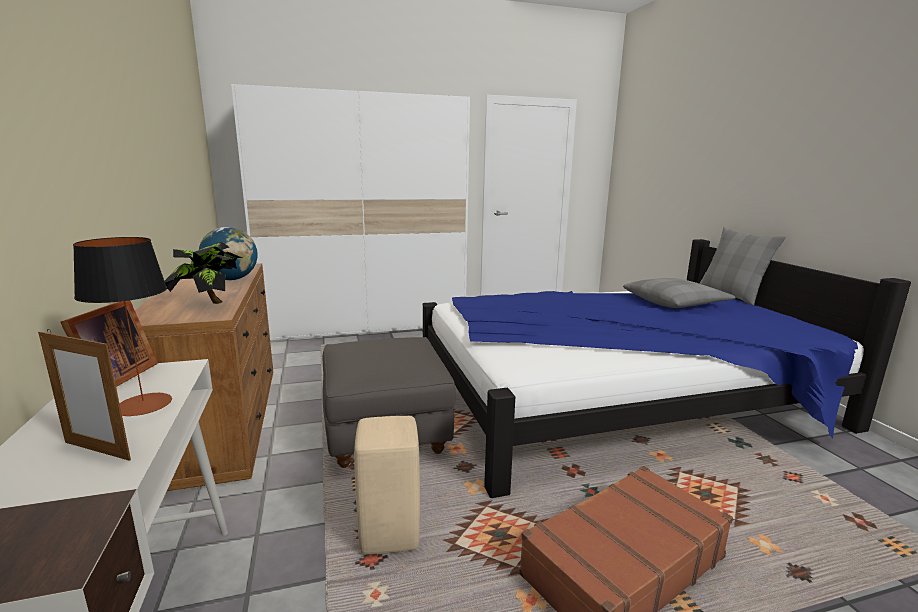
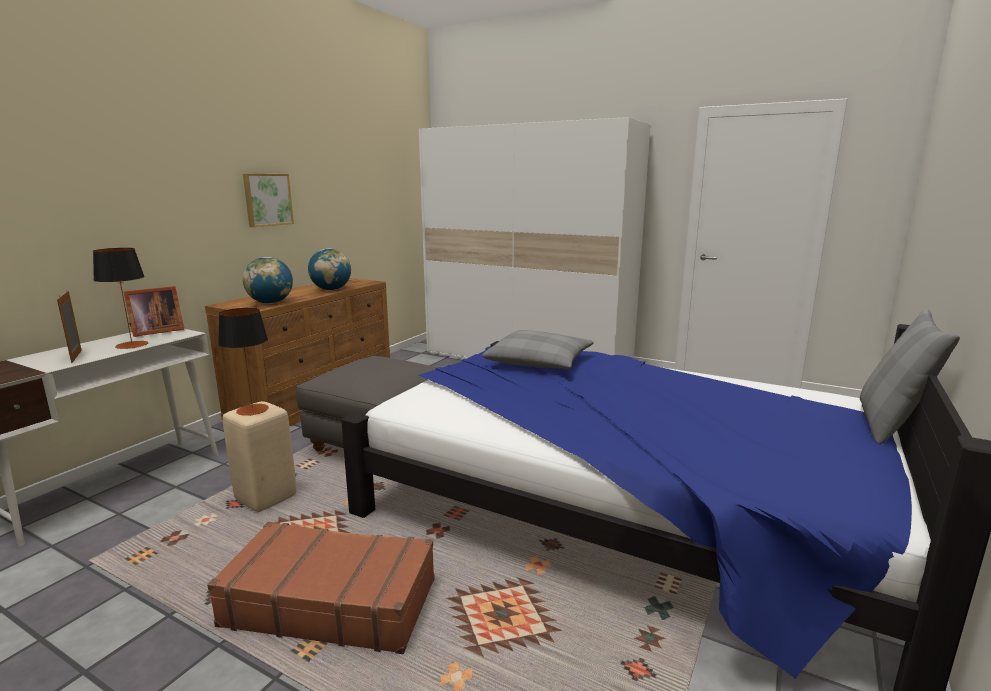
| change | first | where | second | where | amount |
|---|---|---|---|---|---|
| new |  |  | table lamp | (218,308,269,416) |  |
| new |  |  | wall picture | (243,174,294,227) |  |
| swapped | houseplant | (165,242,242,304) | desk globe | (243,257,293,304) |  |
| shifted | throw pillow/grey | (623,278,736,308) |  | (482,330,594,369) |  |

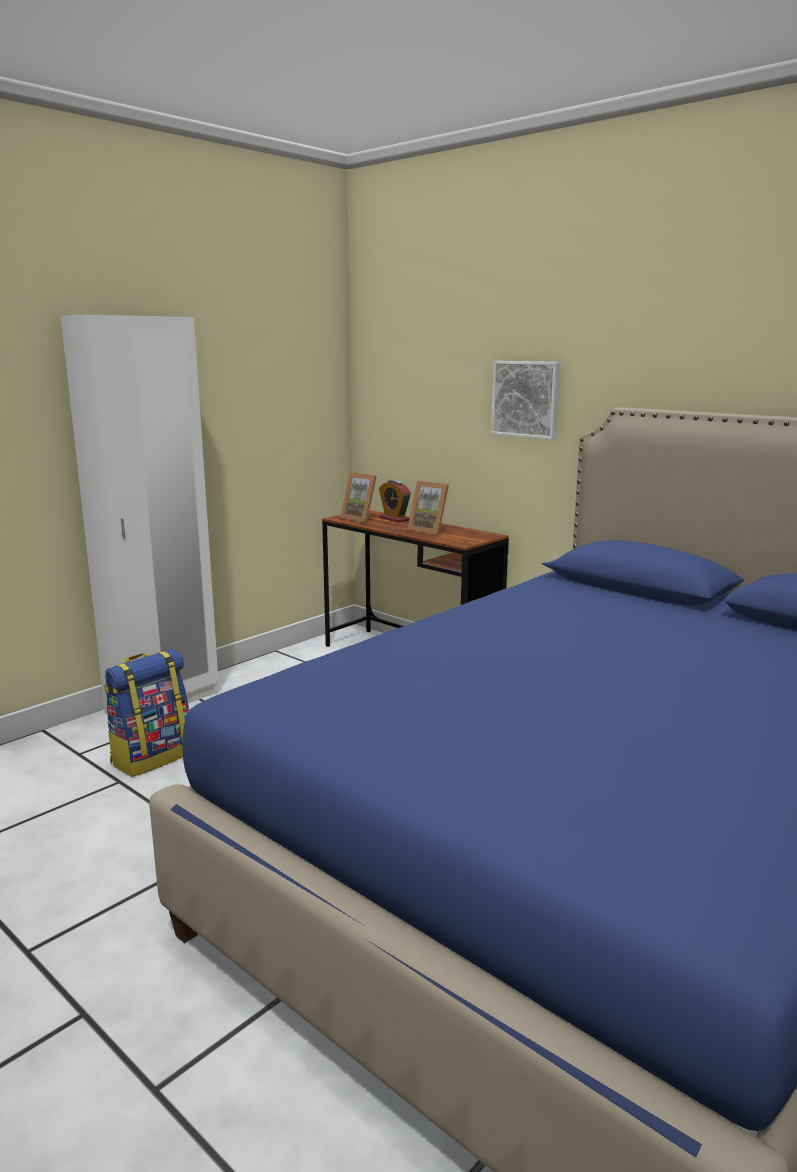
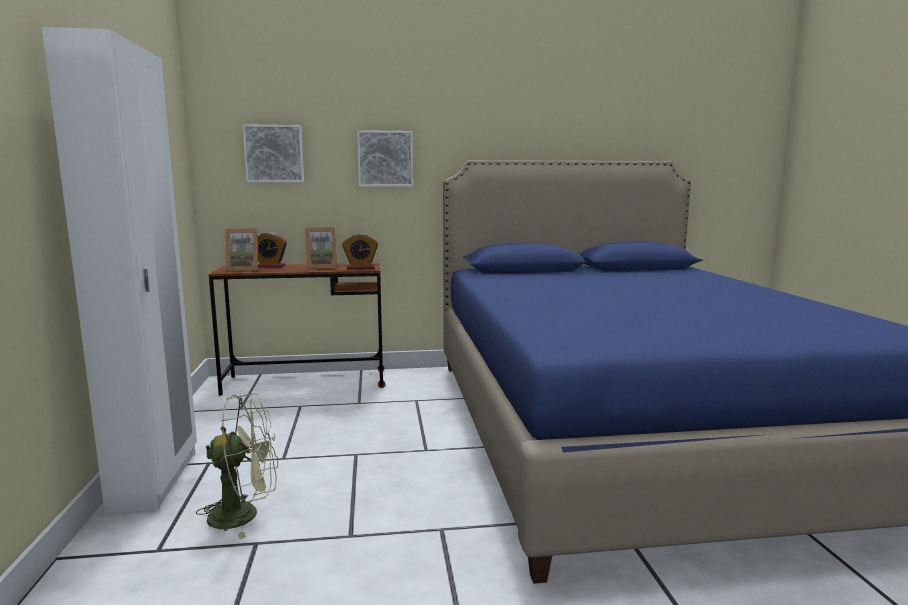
| change | first | where | second | where | amount |
|---|---|---|---|---|---|
| swapped | knapsack | (104,649,189,777) | cooling fan/green | (196,393,278,539) |  |
| new |  |  | wall picture | (243,124,304,182) |  |
| new |  |  | table clock | (342,233,378,269) |  |

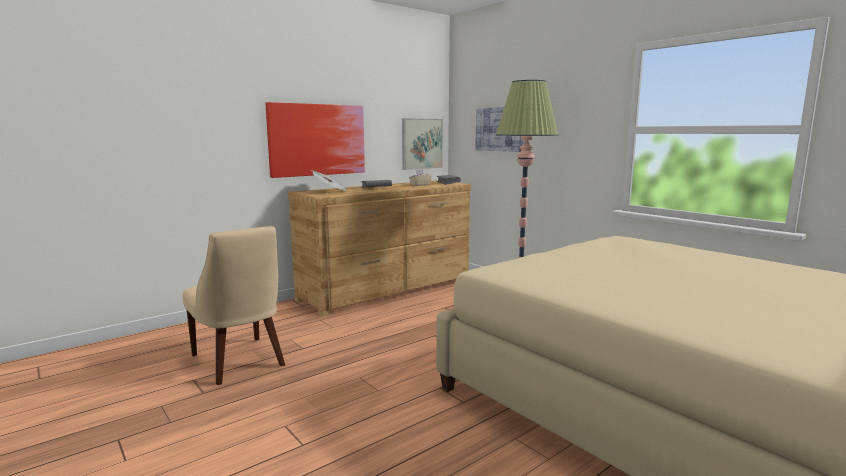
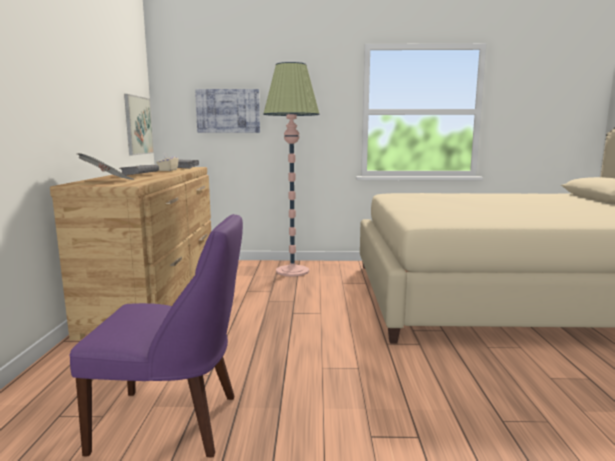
| change | first | where | second | where | amount |
|---|---|---|---|---|---|
| repainted | plain chair/beige | (183,226,285,385) | plain chair/purplish | (70,214,243,457) |  |
| gone | wall picture | (265,102,365,178) |  |  |  |

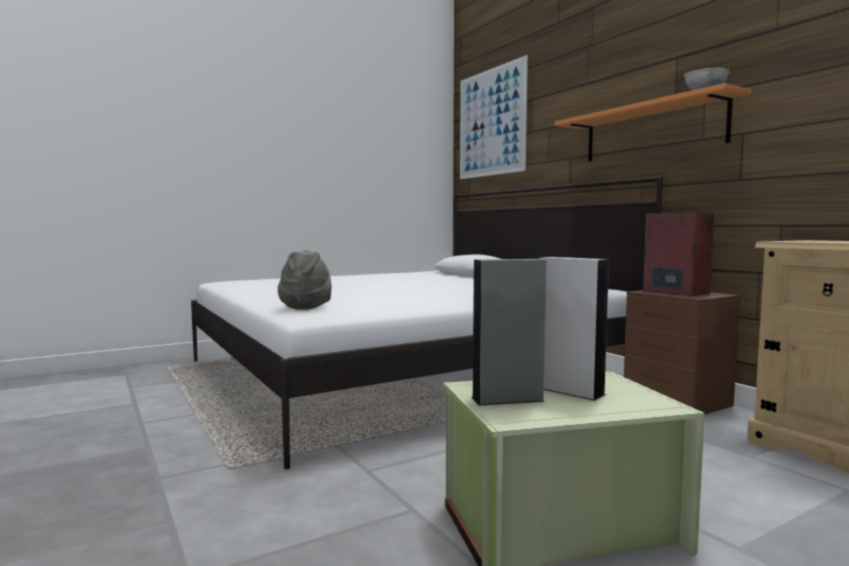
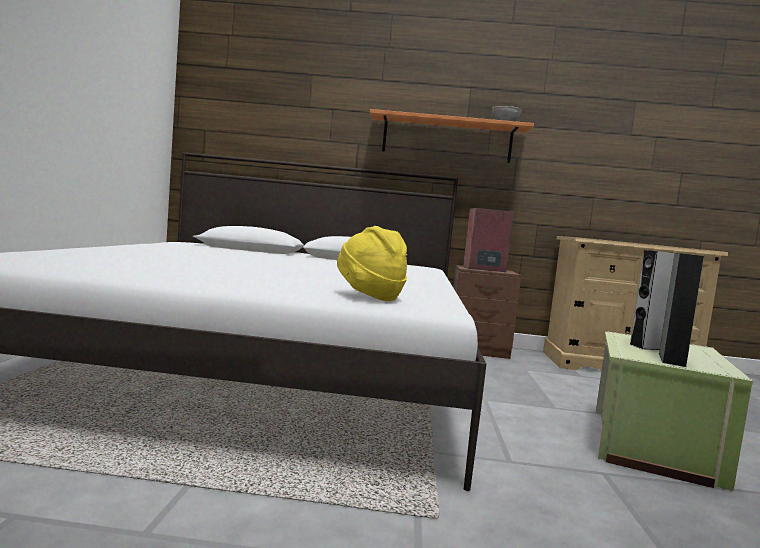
| change | first | where | second | where | amount |
|---|---|---|---|---|---|
| repainted | clothing hat/grey | (278,250,332,310) | clothing hat/yellow-coloured | (337,226,407,301) |  |
| gone | wall picture | (460,55,528,179) |  |  |  |

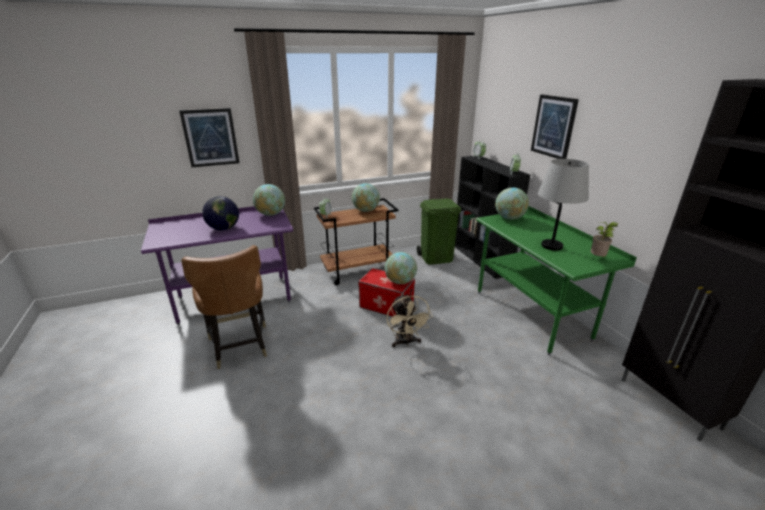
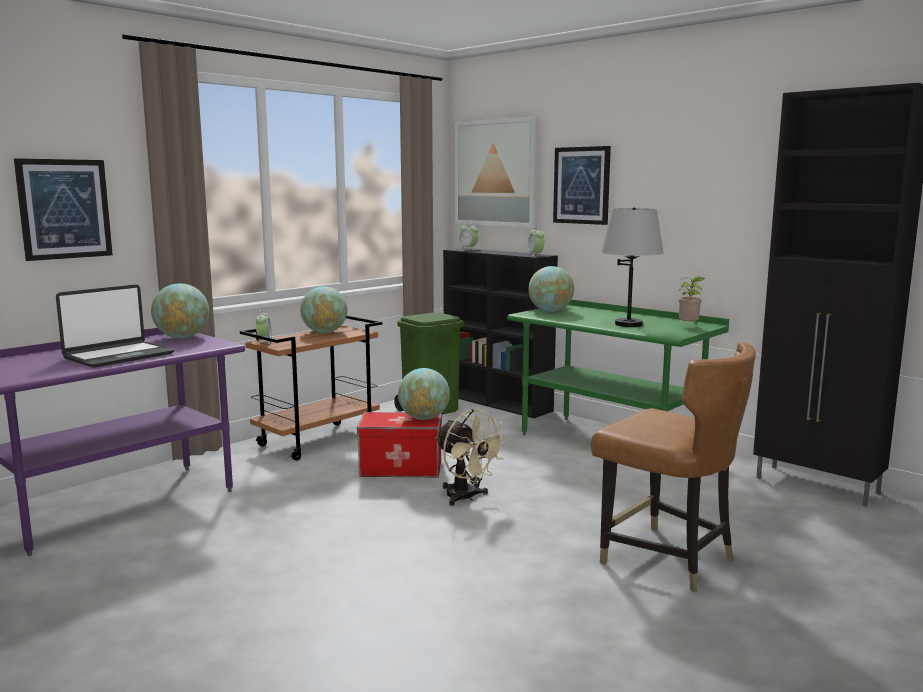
| change | first | where | second | where | amount |
|---|---|---|---|---|---|
| swapped | desk globe | (202,196,239,230) | portable computer | (56,284,174,368) |  |
| new |  |  | wall picture | (455,117,538,228) |  |
| shifted | plain chair/brownish | (181,245,267,369) |  | (591,342,756,592) |  |

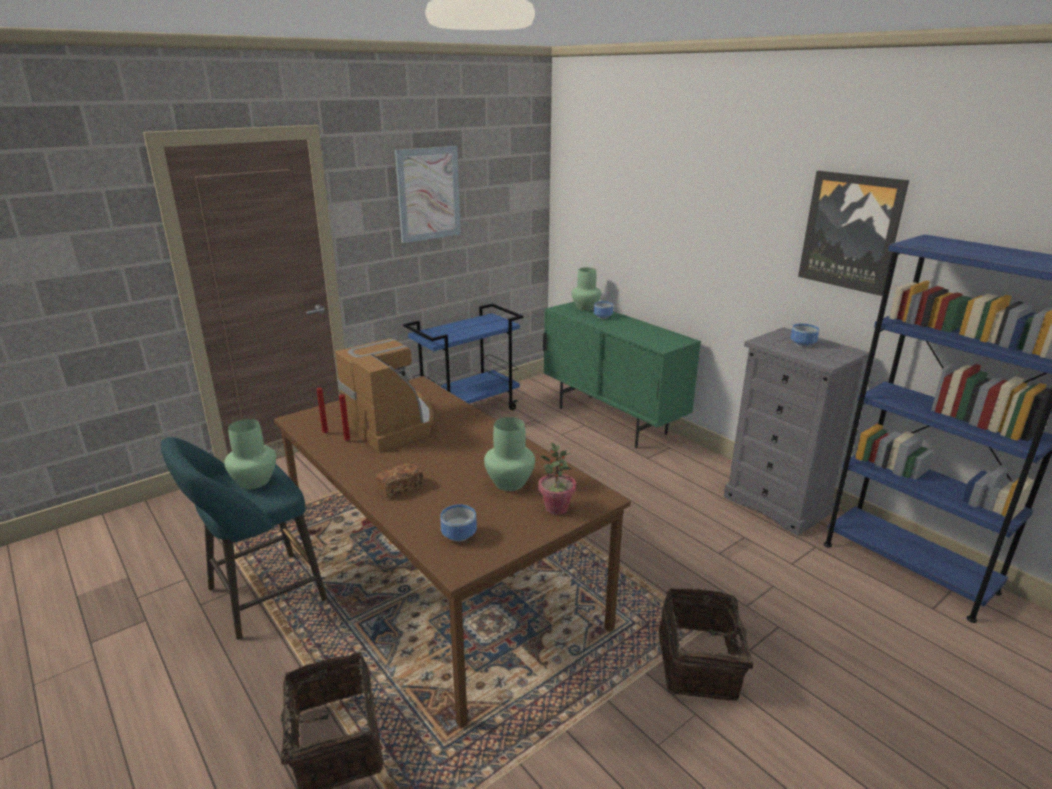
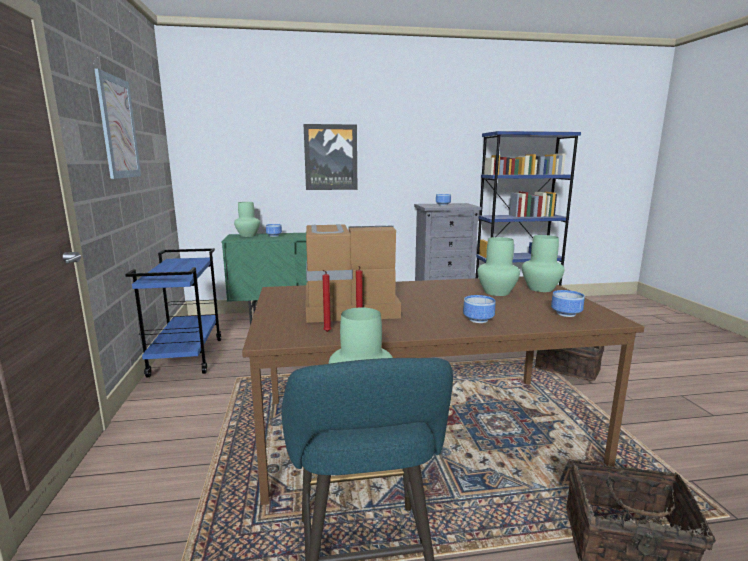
| change | first | where | second | where | amount |
|---|---|---|---|---|---|
| shifted | wall picture | (798,171,909,296) |  | (304,124,357,190) |  |
| swapped | bakery bread | (376,463,424,498) | bowl | (463,295,496,323) |  |
| swapped | houseplant | (538,442,576,515) | decorative vase/green | (522,235,564,292) |  |

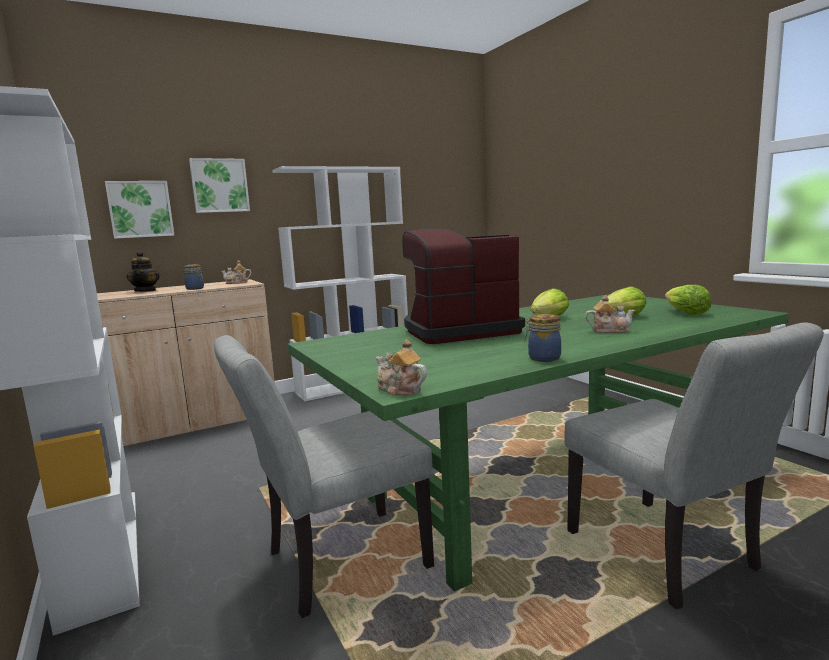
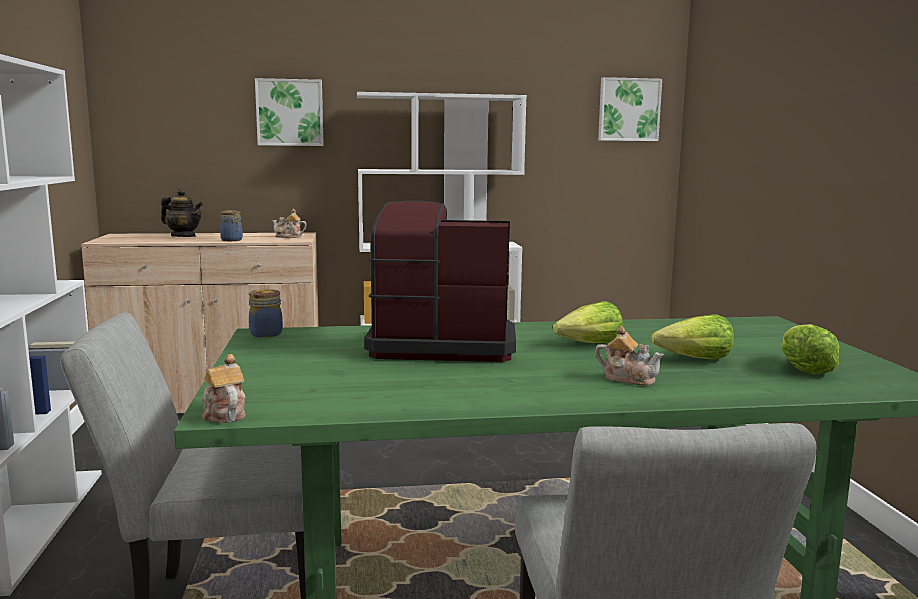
| change | first | where | second | where | amount |
|---|---|---|---|---|---|
| rotated | teapot | (126,251,160,292) |  | (161,189,203,237) | 75 degrees counterclockwise |
| shifted | storage jar | (524,314,561,362) |  | (249,289,283,338) |  |
| shifted | wall picture | (105,181,174,239) |  | (598,77,662,141) |  |

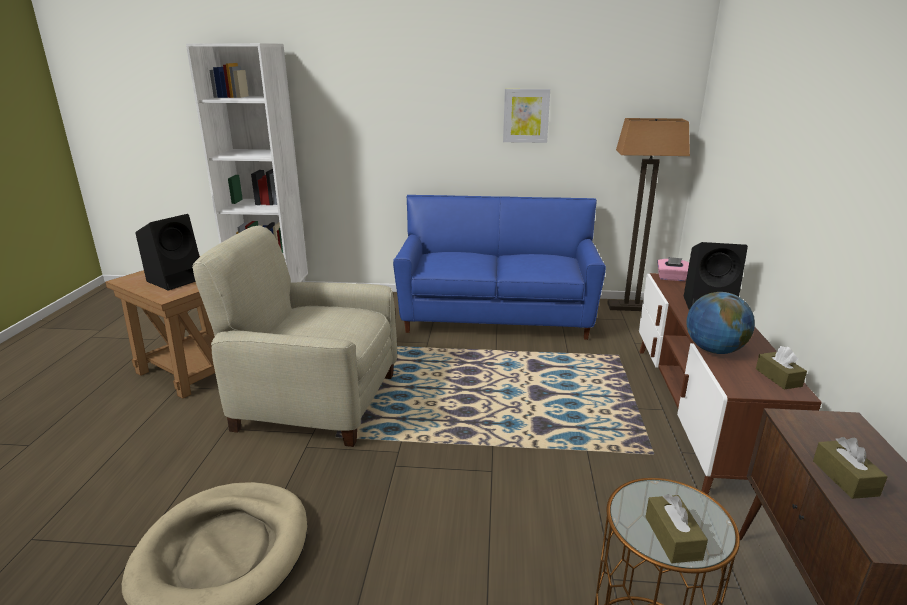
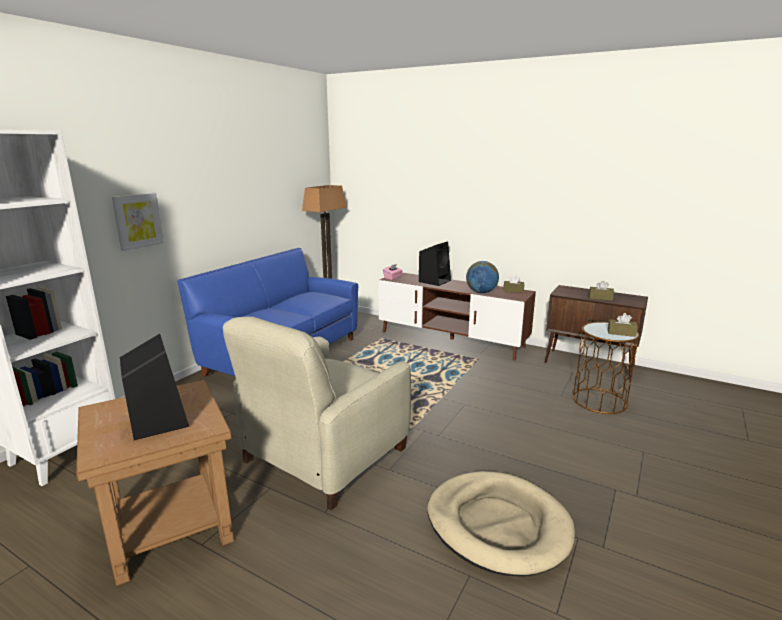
| change | first | where | second | where | amount |
|---|---|---|---|---|---|
| shifted | wall picture | (503,89,550,143) |  | (112,193,164,251) |  |

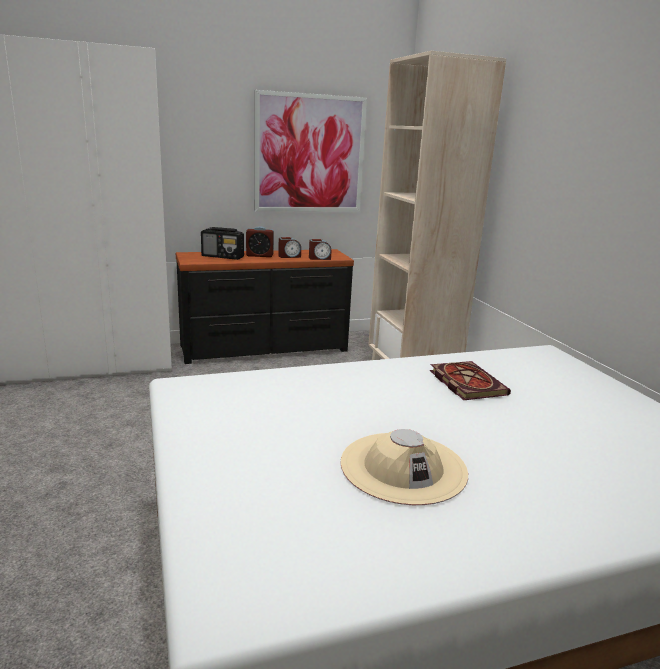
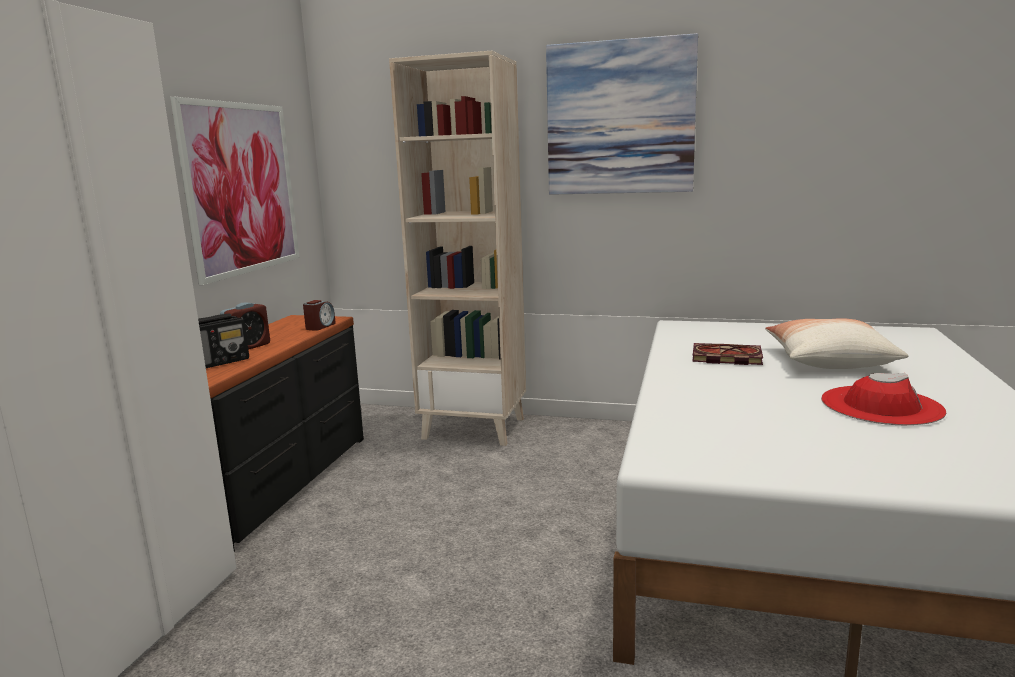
| change | first | where | second | where | amount |
|---|---|---|---|---|---|
| new |  |  | wall picture | (546,33,698,195) |  |
| new |  |  | throw pillow | (765,318,908,369) |  |
| repainted | clothing hat/beige | (340,429,468,505) | clothing hat/red | (821,373,946,425) |  |
| gone | table clock | (278,237,301,258) |  |  |  |

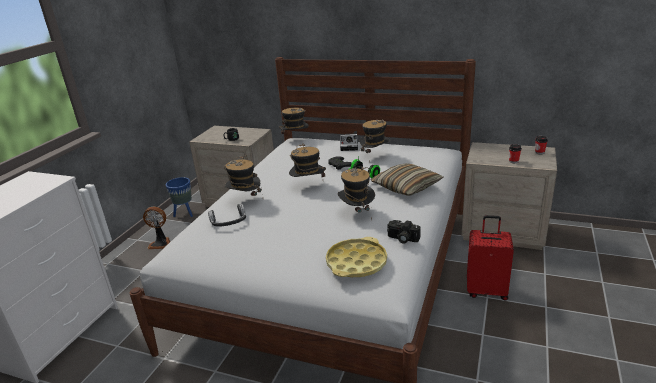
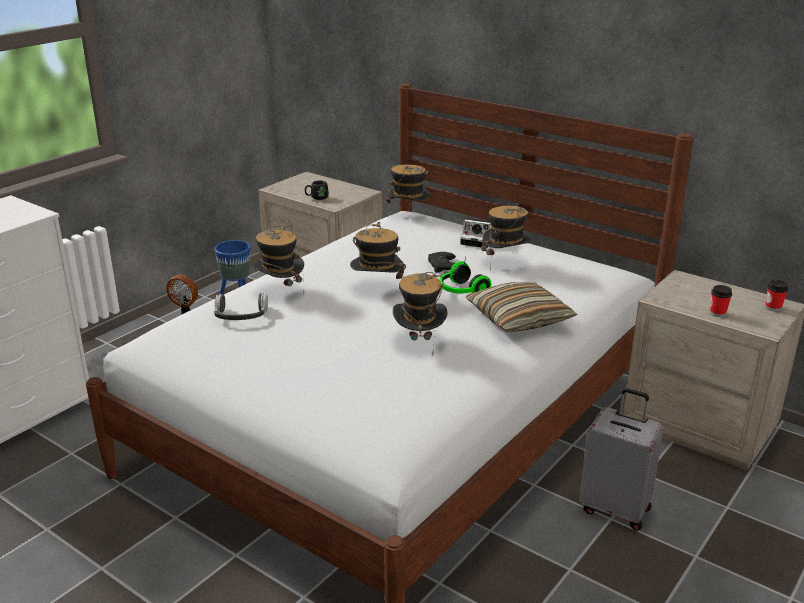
| change | first | where | second | where | amount |
|---|---|---|---|---|---|
| repainted | suitcase/red | (467,215,514,301) | suitcase/grey | (579,388,664,531) |  |
| gone | carrying tray/yellow-coloured | (326,237,387,277) |  |  |  |
| gone | photo camera | (387,220,421,244) |  |  |  |

